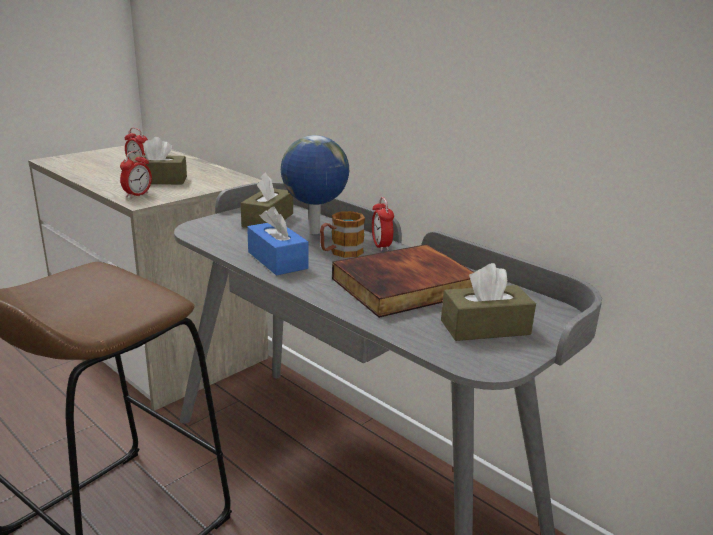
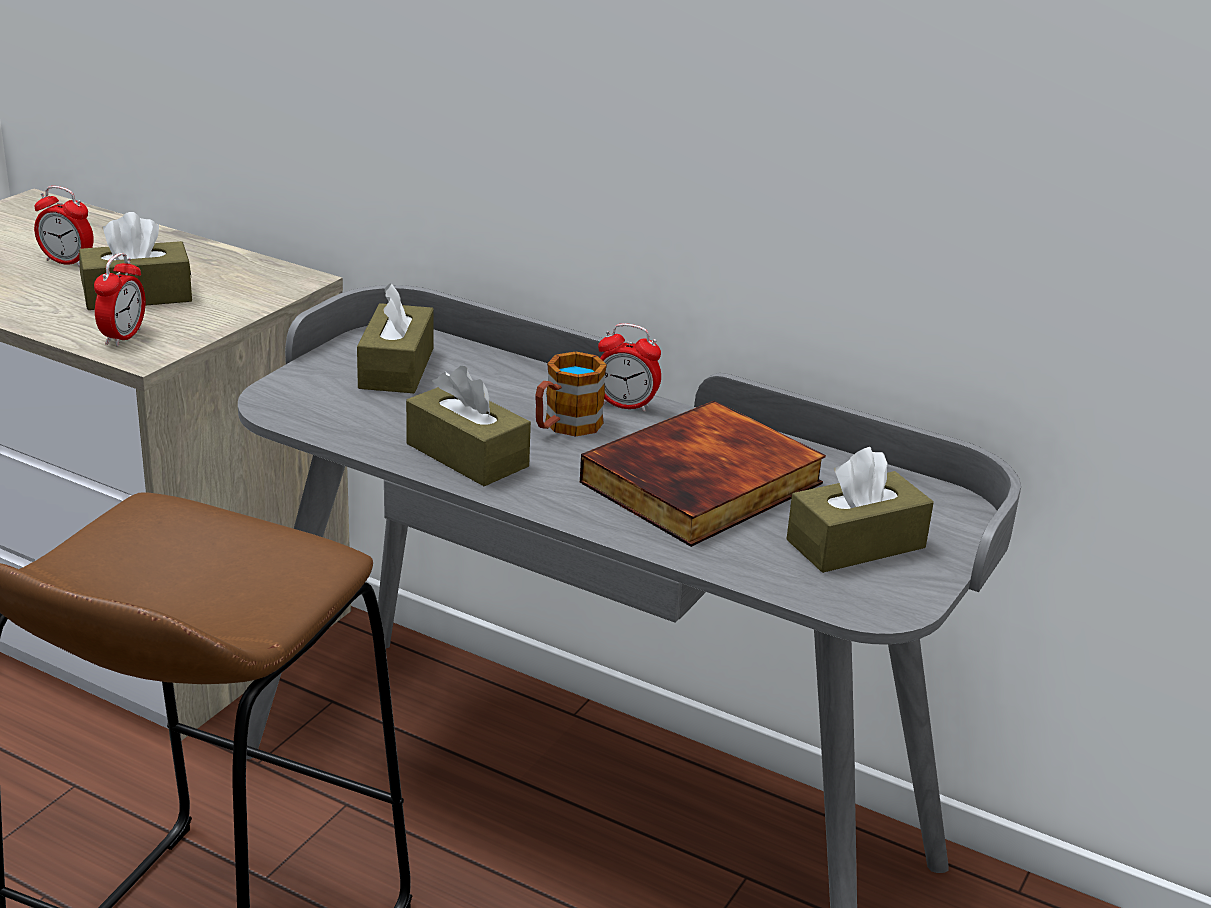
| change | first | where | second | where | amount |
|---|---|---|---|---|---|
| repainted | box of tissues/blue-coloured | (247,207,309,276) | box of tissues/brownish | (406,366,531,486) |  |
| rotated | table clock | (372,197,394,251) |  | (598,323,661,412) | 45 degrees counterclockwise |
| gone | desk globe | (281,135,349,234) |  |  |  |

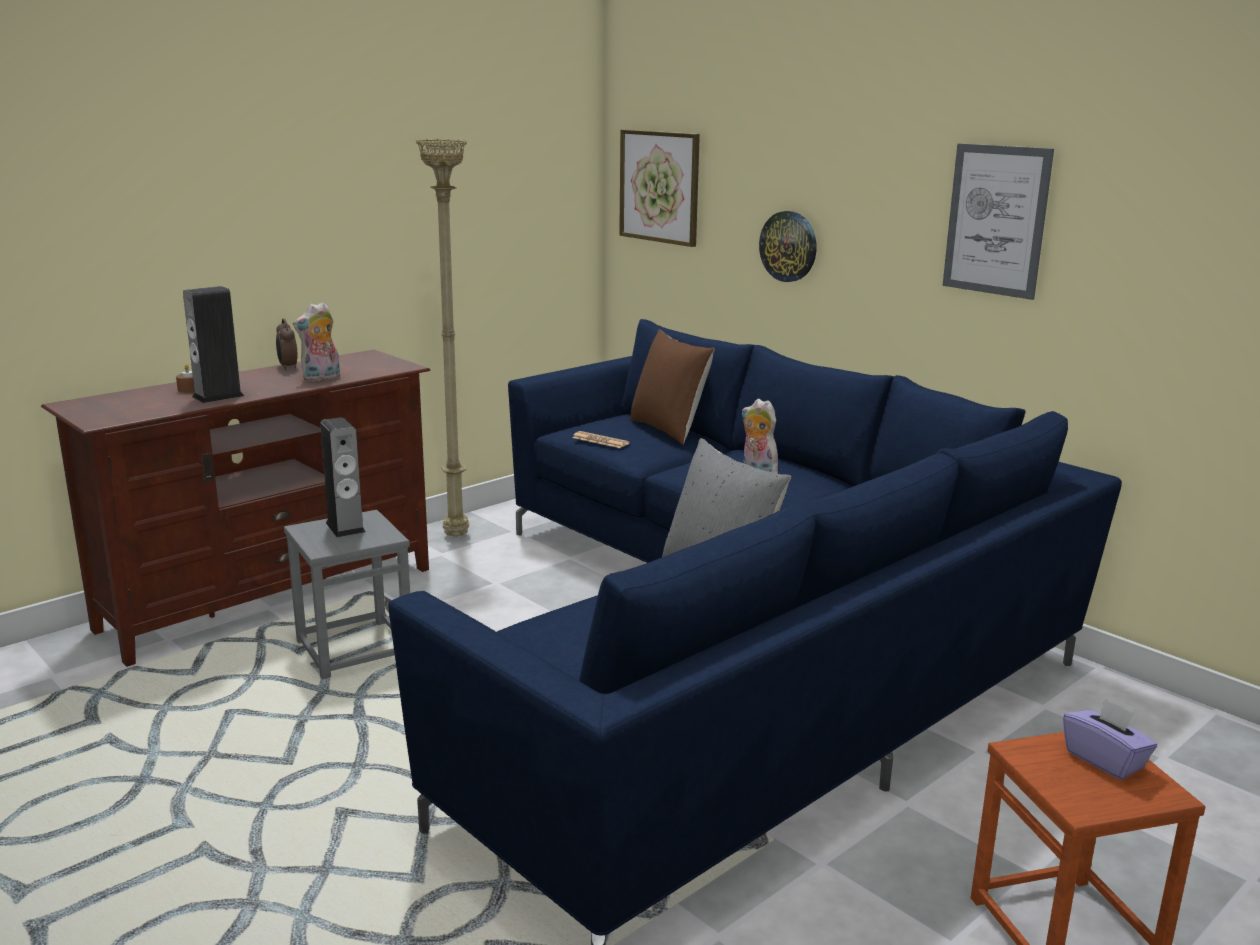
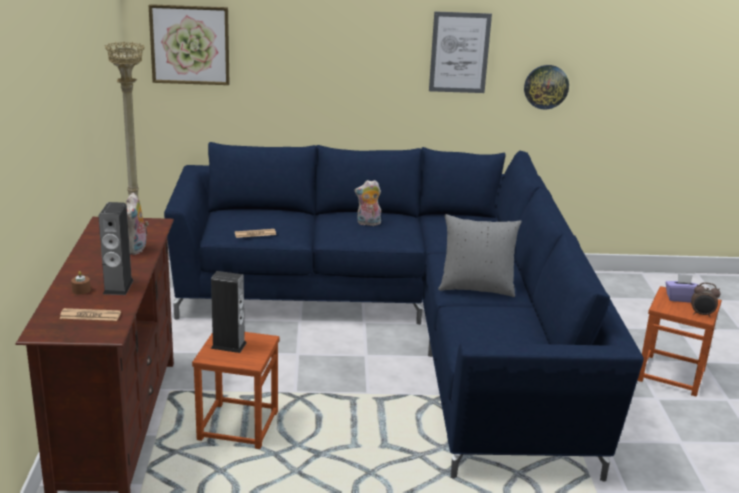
| change | first | where | second | where | amount |
|---|---|---|---|---|---|
| new |  |  | printed paper | (60,308,121,321) |  |
| repainted | sitting stool/grey | (284,510,410,679) | sitting stool/brownish | (192,332,280,449) |  |
| shifted | wall clock | (759,211,817,282) |  | (524,65,569,109) |  |
| shifted | table clock | (276,319,298,370) |  | (691,282,721,317) |  |
| gone | throw pillow/brownish | (630,329,715,444) |  |  |  |

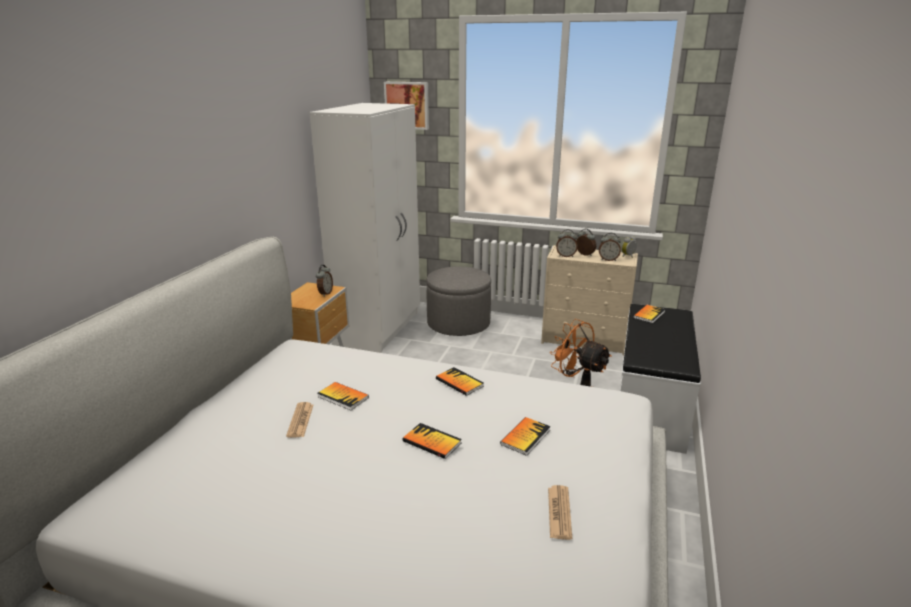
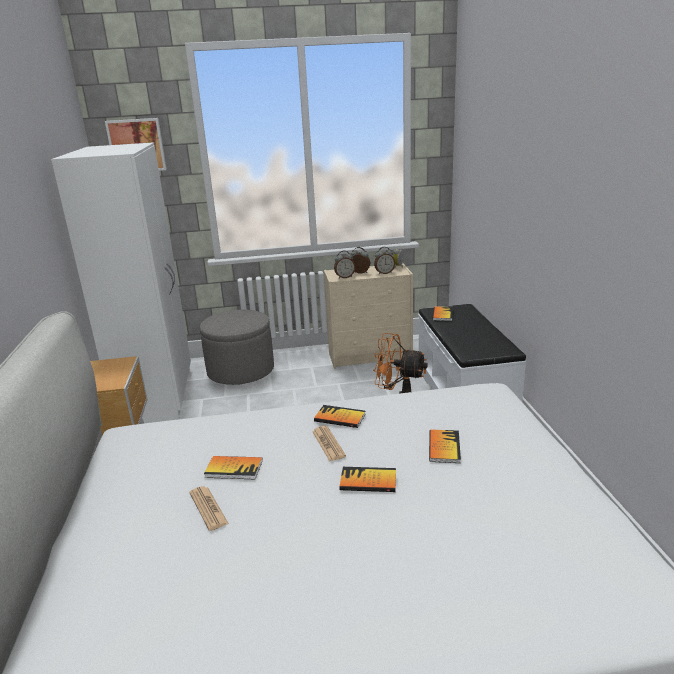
| change | first | where | second | where | amount |
|---|---|---|---|---|---|
| shifted | printed paper | (548,485,572,540) |  | (312,426,346,461) |  |
| gone | table clock | (316,265,333,296) |  |  |  |

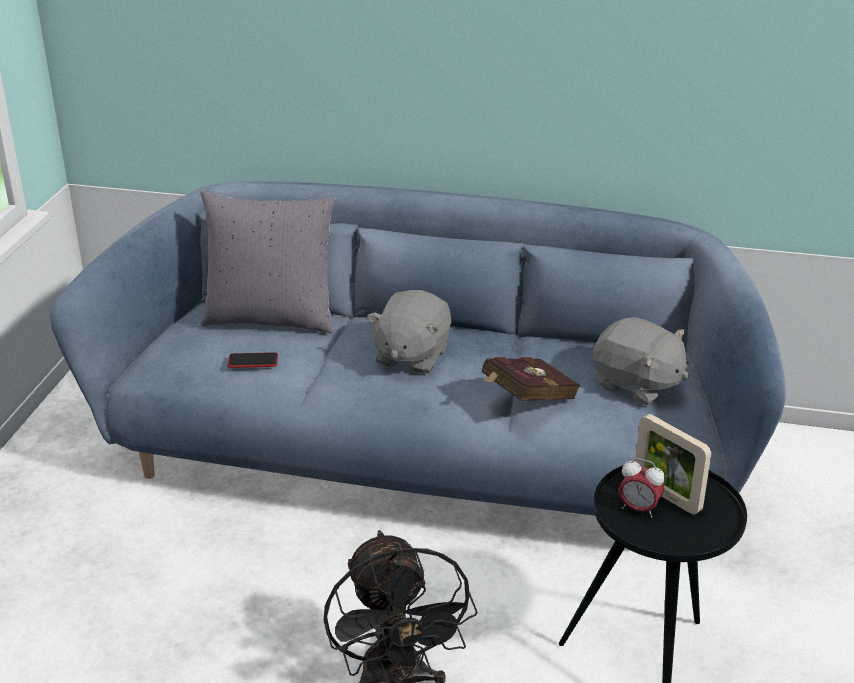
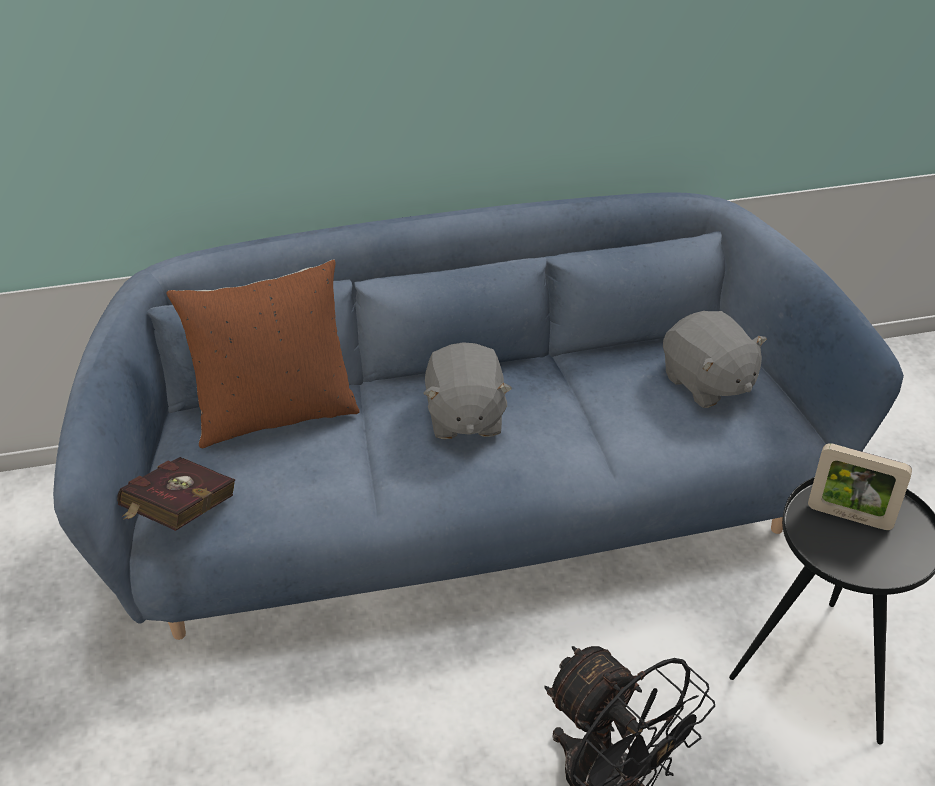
| change | first | where | second | where | amount |
|---|---|---|---|---|---|
| shifted | book/red | (482,357,580,401) |  | (117,457,235,531) |  |
| repainted | throw pillow/grey | (200,190,336,334) | throw pillow/brownish | (166,260,360,448) |  |
| rotated | cuddly toy/grey | (593,317,689,405) |  | (663,311,767,408) | 45 degrees clockwise |
| gone | handset | (228,352,278,368) |  |  |  |
| gone | table clock | (619,458,665,518) |  |  |  |

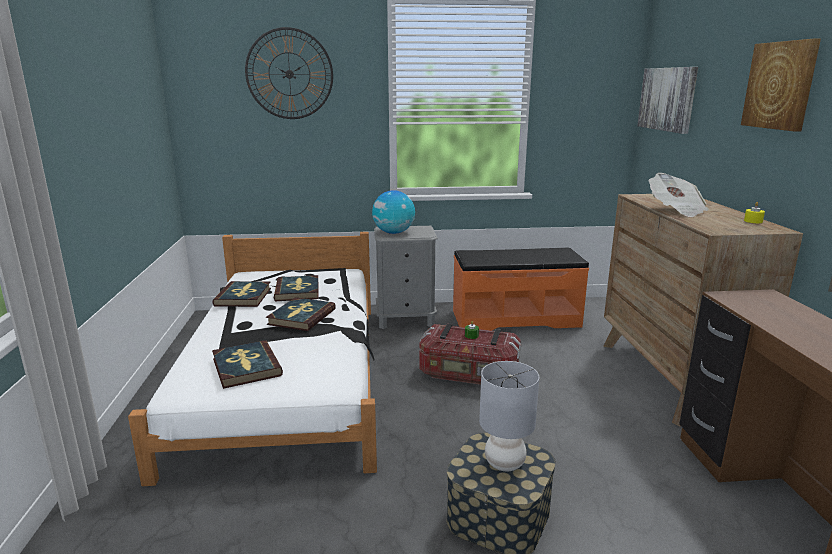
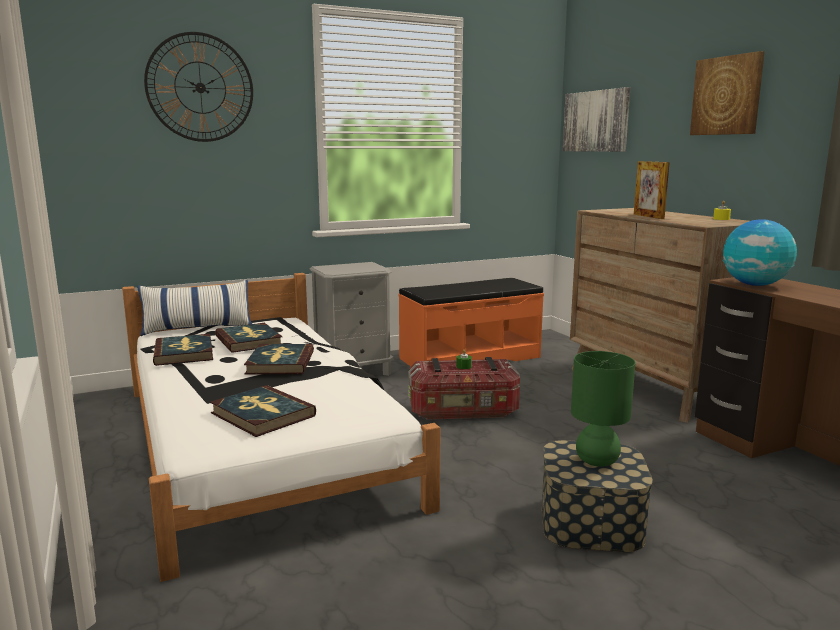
| change | first | where | second | where | amount |
|---|---|---|---|---|---|
| new |  |  | throw pillow | (137,280,252,336) |  |
| repainted | table lamp/grey | (479,361,539,471) | table lamp/green | (571,351,636,467) |  |
| swapped | printed paper | (649,173,709,217) | photo frame | (634,161,670,219) |  |
| shifted | desk globe | (372,190,415,234) |  | (723,219,797,286) |  |

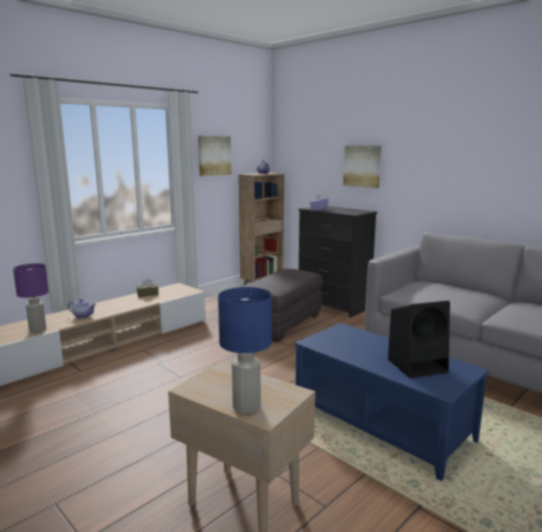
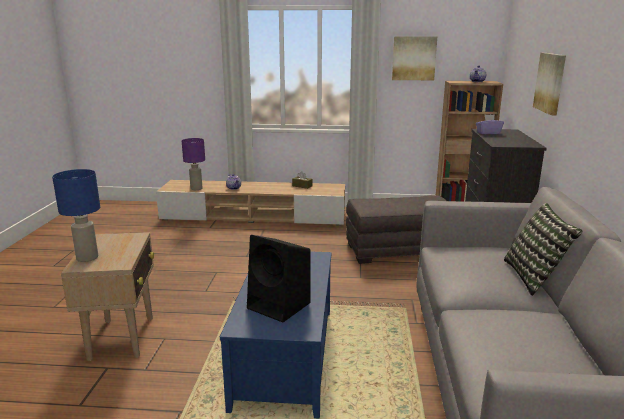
| change | first | where | second | where | amount |
|---|---|---|---|---|---|
| new |  |  | throw pillow | (504,203,583,296) |  |

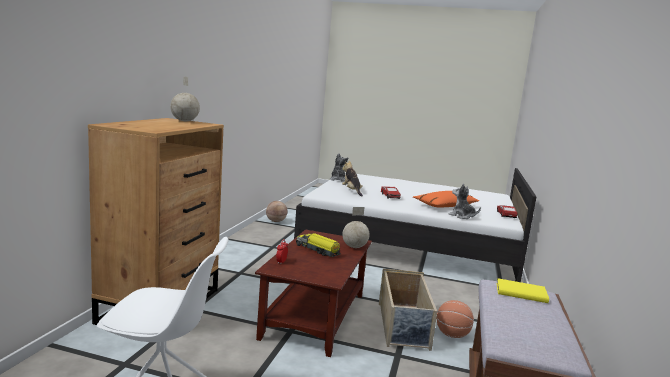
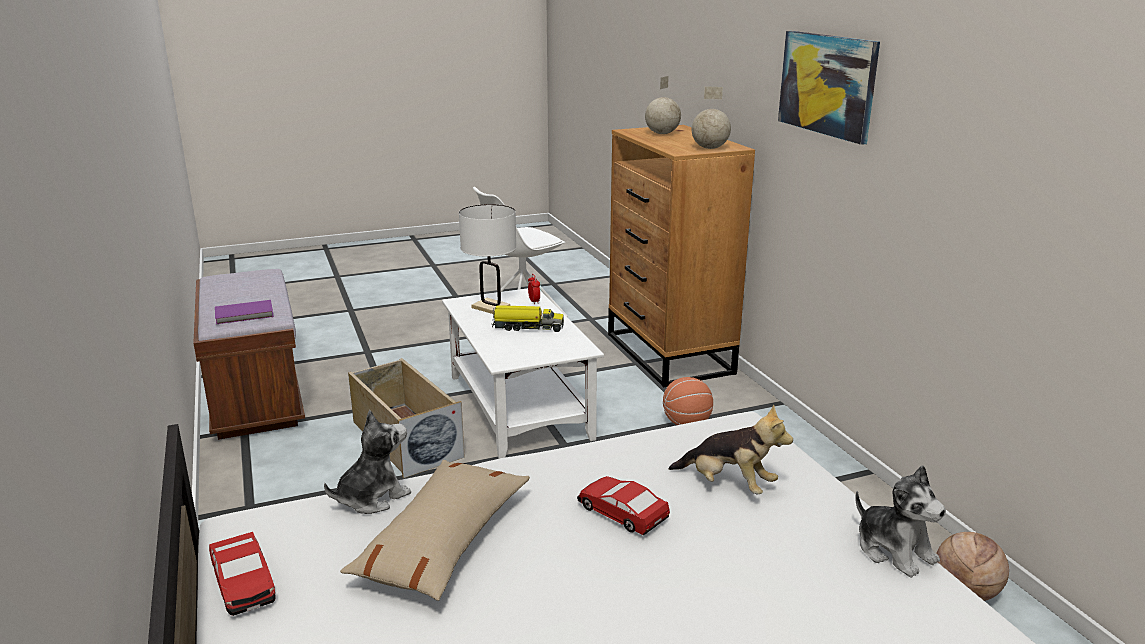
| change | first | where | second | where | amount |
|---|---|---|---|---|---|
| repainted | book/yellow-coloured | (496,278,549,303) | book/purplish | (215,300,274,324) |  |
| rotated | cuddly toy | (449,184,481,219) |  | (324,410,411,514) | 45 degrees counterclockwise |
| repainted | throw pillow/orange-coloured | (413,191,479,207) | throw pillow/beige | (340,460,530,601) |  |
| repainted | coffee table/brownish | (255,230,372,357) | coffee table/white | (442,288,604,459) |  |
| new |  |  | table lamp/white | (459,204,517,314) |  |
| shifted | desk globe | (342,207,370,248) |  | (645,76,681,134) |  |
| shifted | basketball ball | (437,300,474,338) |  | (663,377,713,425) |  |
| new |  |  | wall picture | (778,31,880,145) |  |

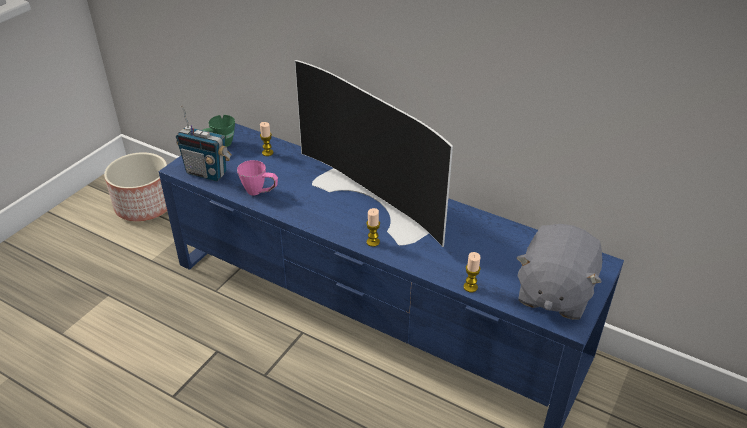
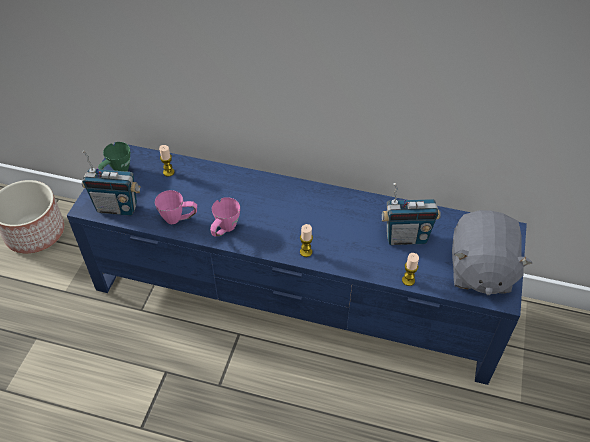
| change | first | where | second | where | amount |
|---|---|---|---|---|---|
| new |  |  | mug/pinkish | (210,197,240,236) |  |
| new |  |  | radio receiver | (382,183,441,245) |  |
| gone | TV set | (295,60,453,247) |  |  |  |

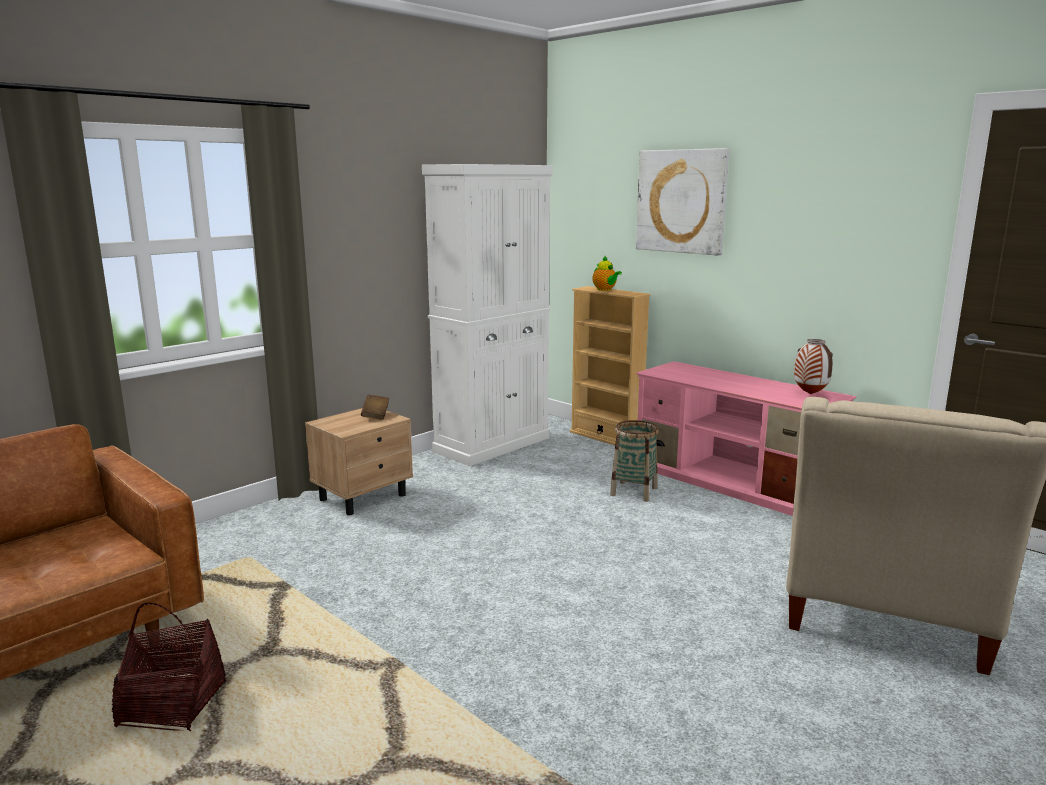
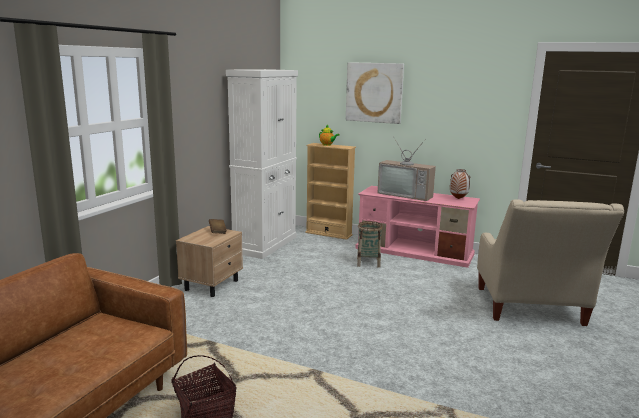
| change | first | where | second | where | amount |
|---|---|---|---|---|---|
| new |  |  | TV set | (377,136,436,201) |  |

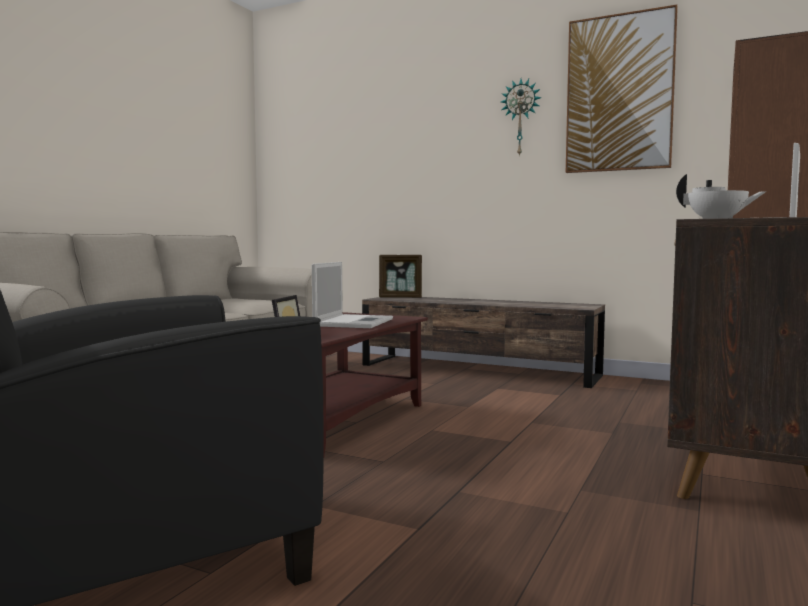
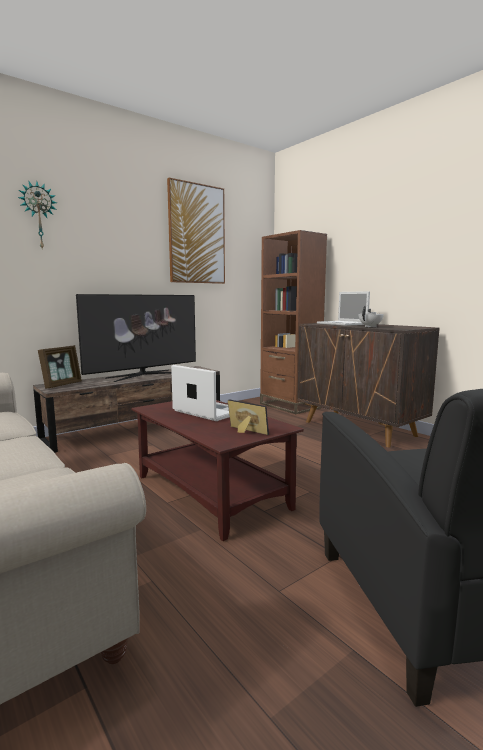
| change | first | where | second | where | amount |
|---|---|---|---|---|---|
| shifted | wall clock | (501,79,542,157) |  | (18,181,57,249) |  |
| new |  |  | TV set | (76,294,196,382) |  |

